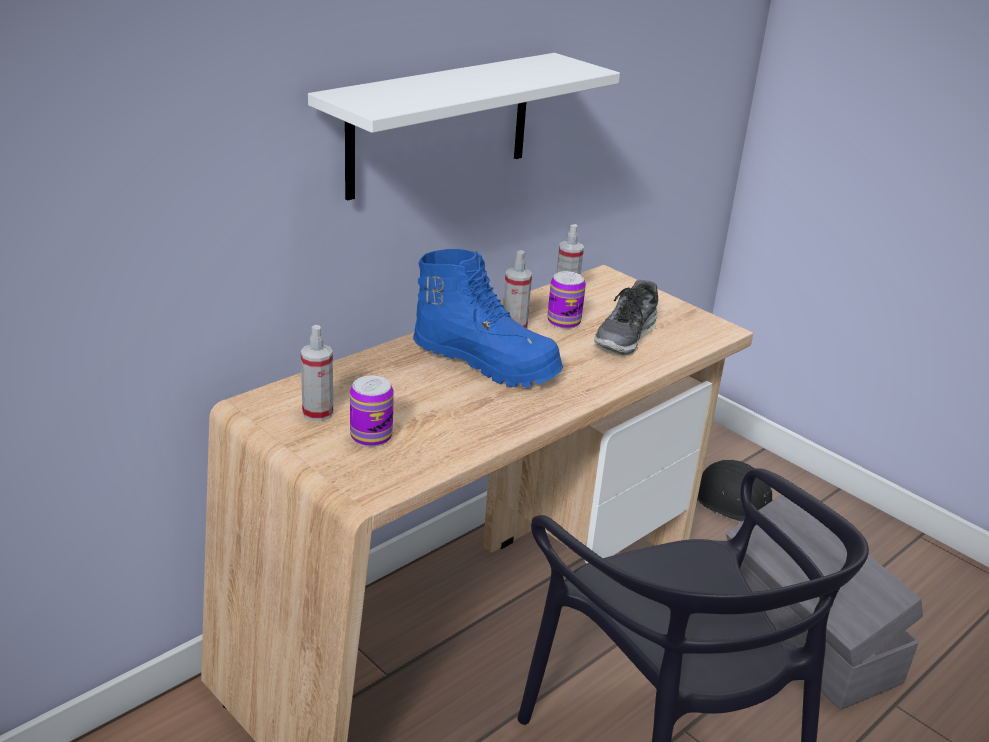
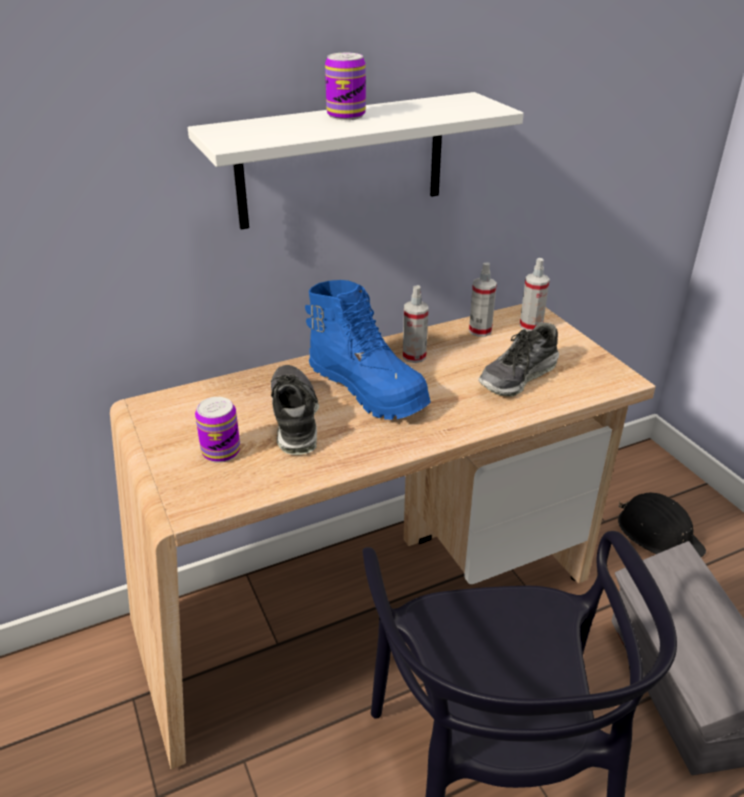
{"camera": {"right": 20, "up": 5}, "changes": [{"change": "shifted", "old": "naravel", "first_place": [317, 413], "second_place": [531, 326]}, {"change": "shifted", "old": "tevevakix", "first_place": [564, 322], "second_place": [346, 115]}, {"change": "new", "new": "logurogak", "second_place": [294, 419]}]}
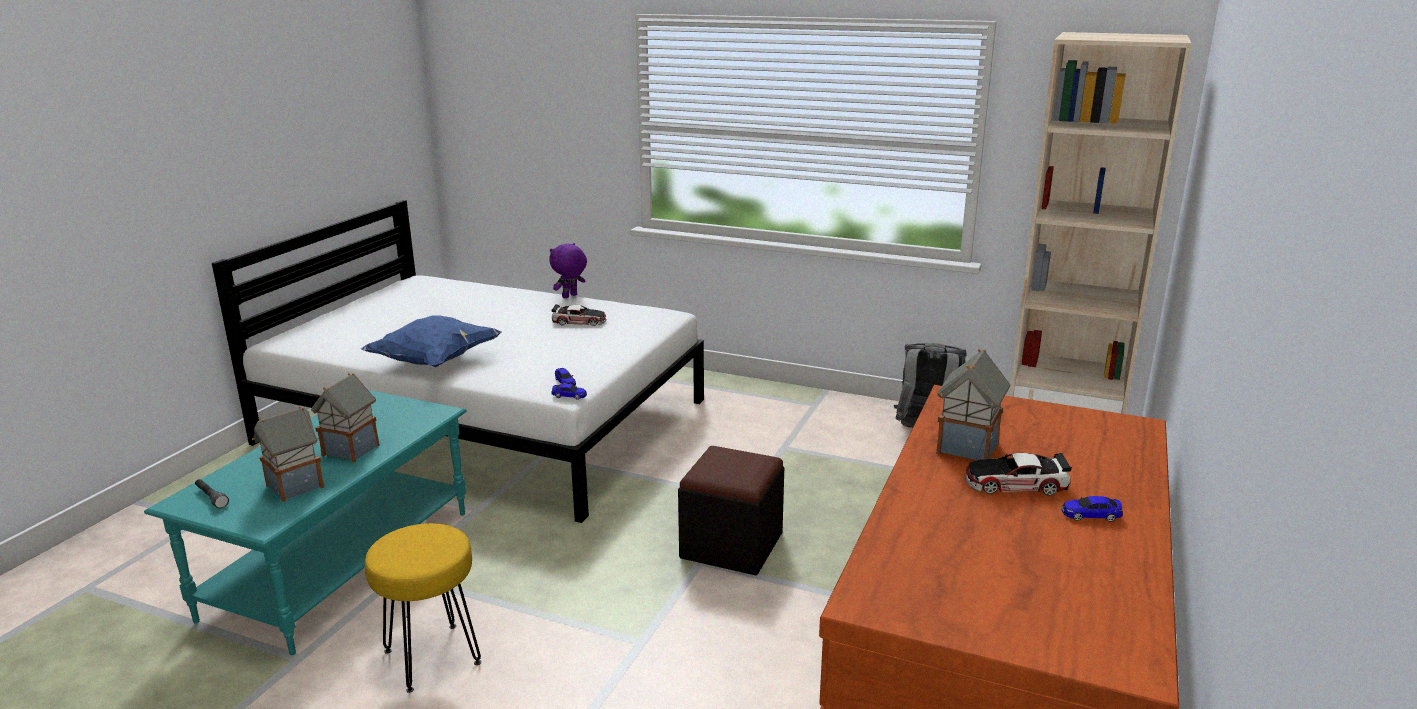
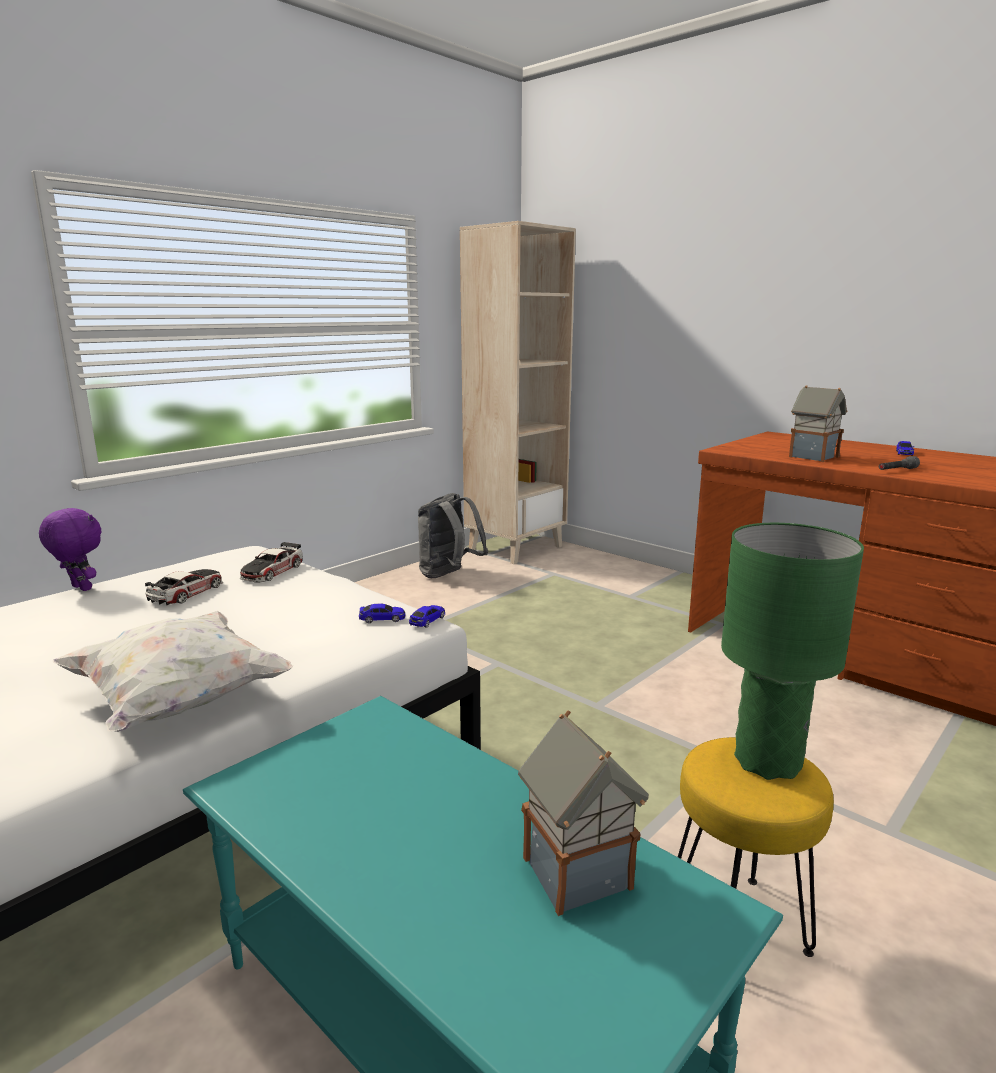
{"camera": {"right": -70, "up": -5}, "changes": [{"change": "shifted", "old": "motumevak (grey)", "first_place": [211, 498], "second_place": [896, 470]}, {"change": "gone", "old": "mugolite", "first_place": [351, 449]}, {"change": "repainted", "old": "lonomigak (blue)", "new": "lonomigak (white)", "first_place": [435, 361], "second_place": [180, 700]}, {"change": "rotated", "old": "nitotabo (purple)", "first_place": [570, 296], "second_place": [80, 588], "degrees": 150}, {"change": "gone", "old": "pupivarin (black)", "first_place": [731, 545]}, {"change": "shifted", "old": "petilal", "first_place": [1015, 483], "second_place": [272, 571]}, {"change": "new", "new": "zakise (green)", "second_place": [768, 762]}]}
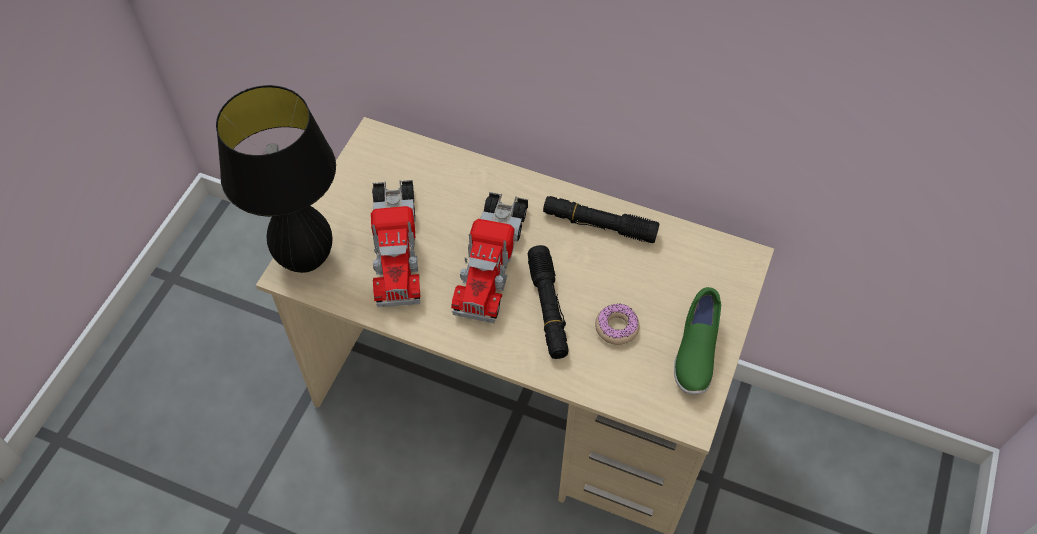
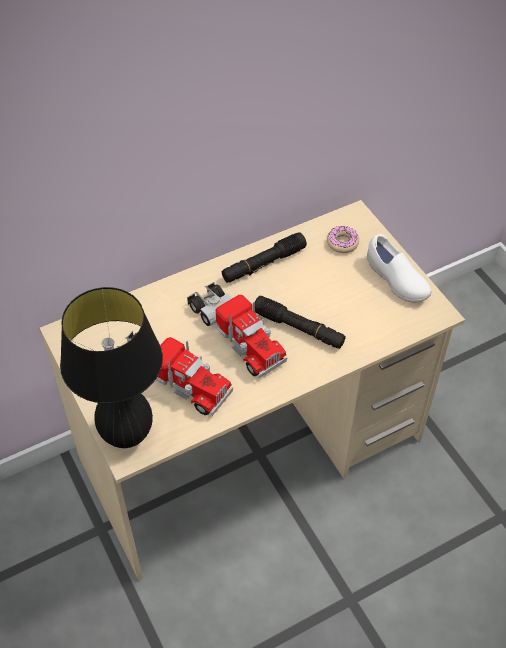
{"camera": {"right": -50, "up": -5}, "changes": [{"change": "shifted", "old": "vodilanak", "first_place": [616, 327], "second_place": [342, 243]}, {"change": "repainted", "old": "logurogak (green)", "new": "logurogak (white)", "first_place": [695, 352], "second_place": [395, 281]}]}
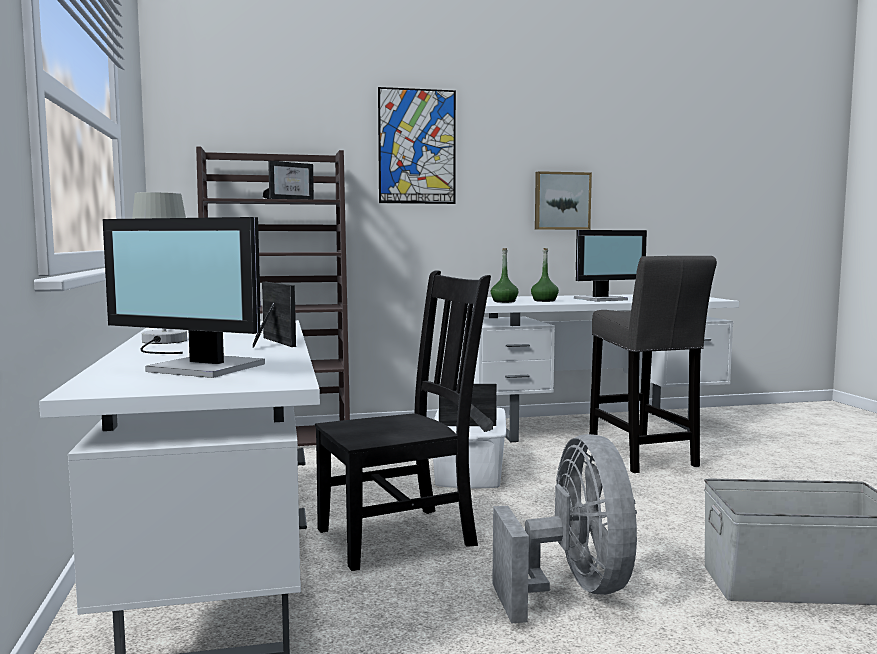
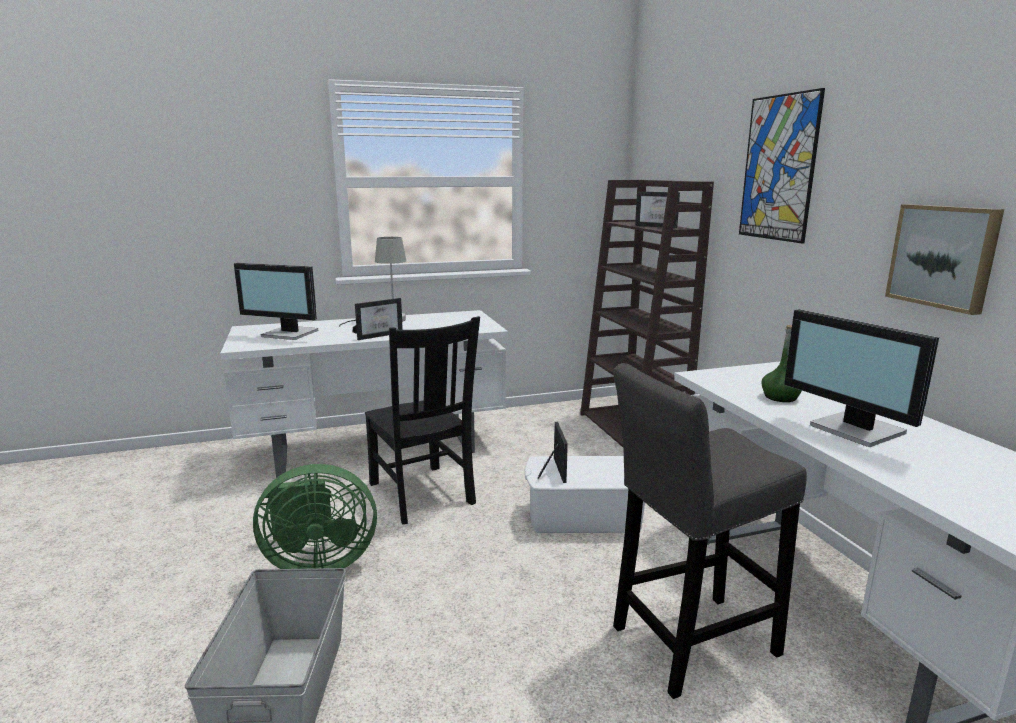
{"camera": {"right": 85, "up": 10}, "changes": [{"change": "rotated", "old": "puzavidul", "first_place": [204, 368], "second_place": [289, 334], "degrees": -90}, {"change": "gone", "old": "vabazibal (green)", "first_place": [504, 301]}, {"change": "repainted", "old": "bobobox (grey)", "new": "bobobox (green)", "first_place": [573, 590], "second_place": [317, 563]}]}
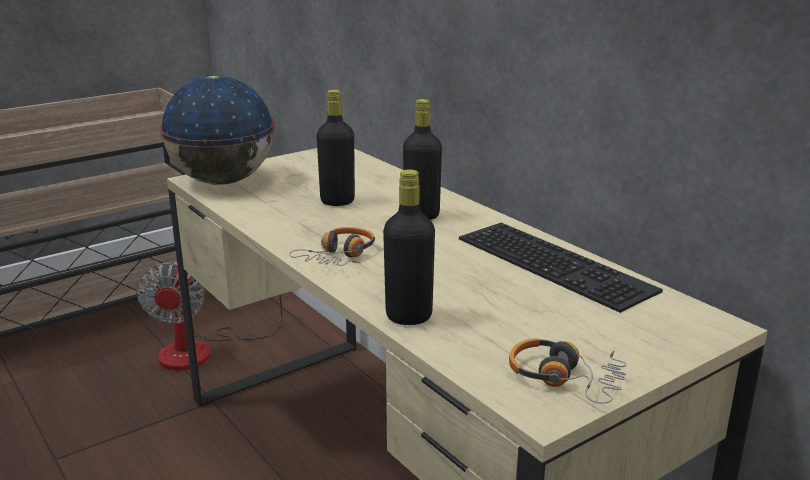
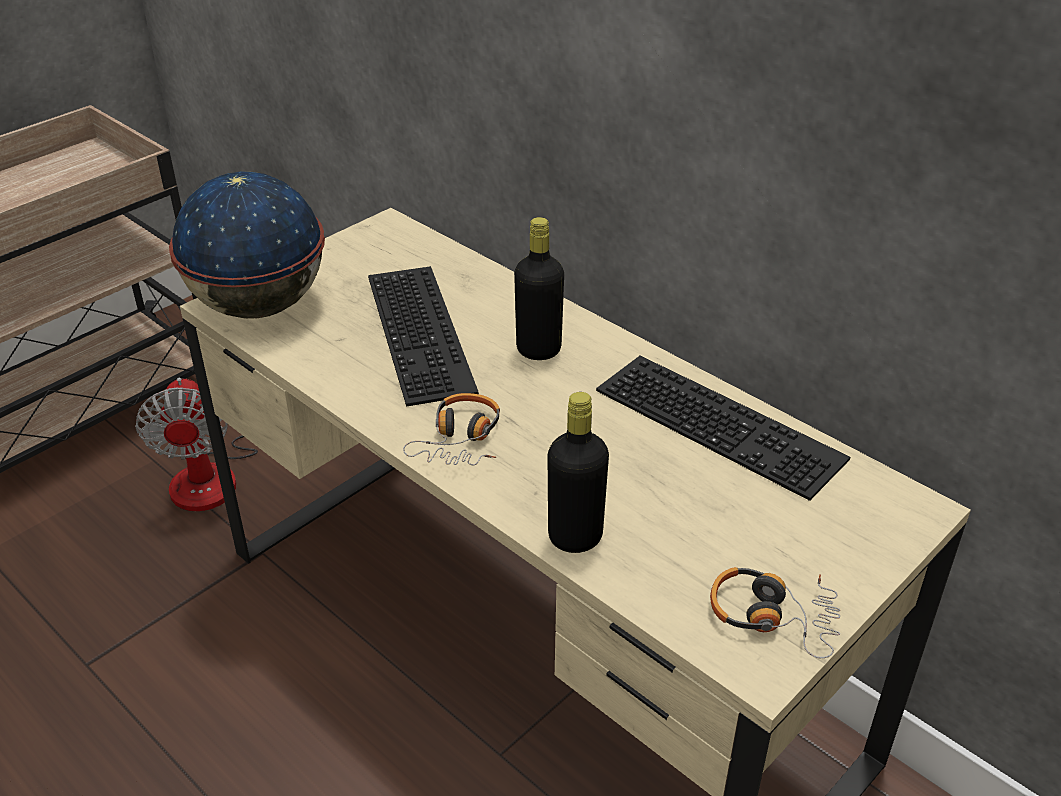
{"camera": {"right": -10, "up": 15}, "changes": [{"change": "swapped", "old": "vabazibal (black)", "new": "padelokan", "first_place": [337, 201], "second_place": [424, 332]}]}
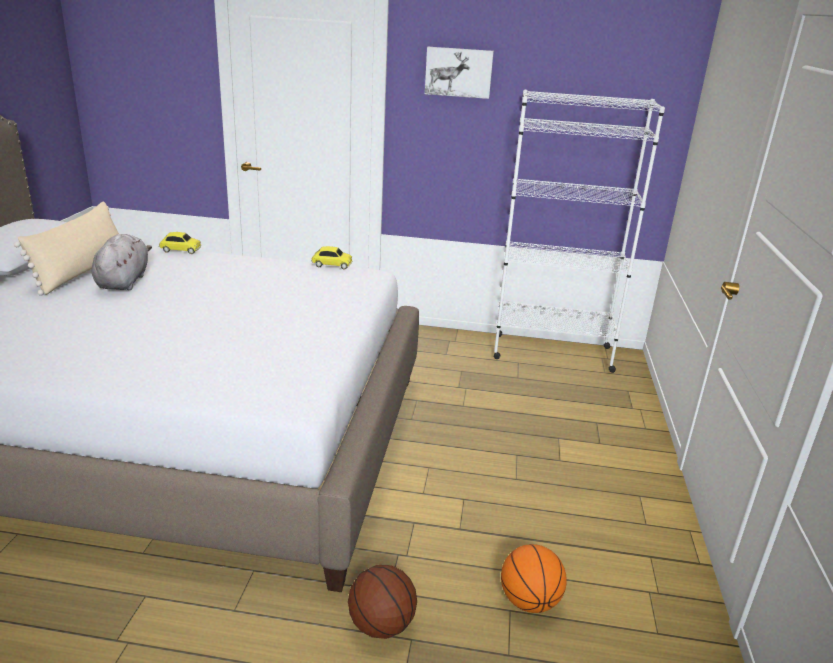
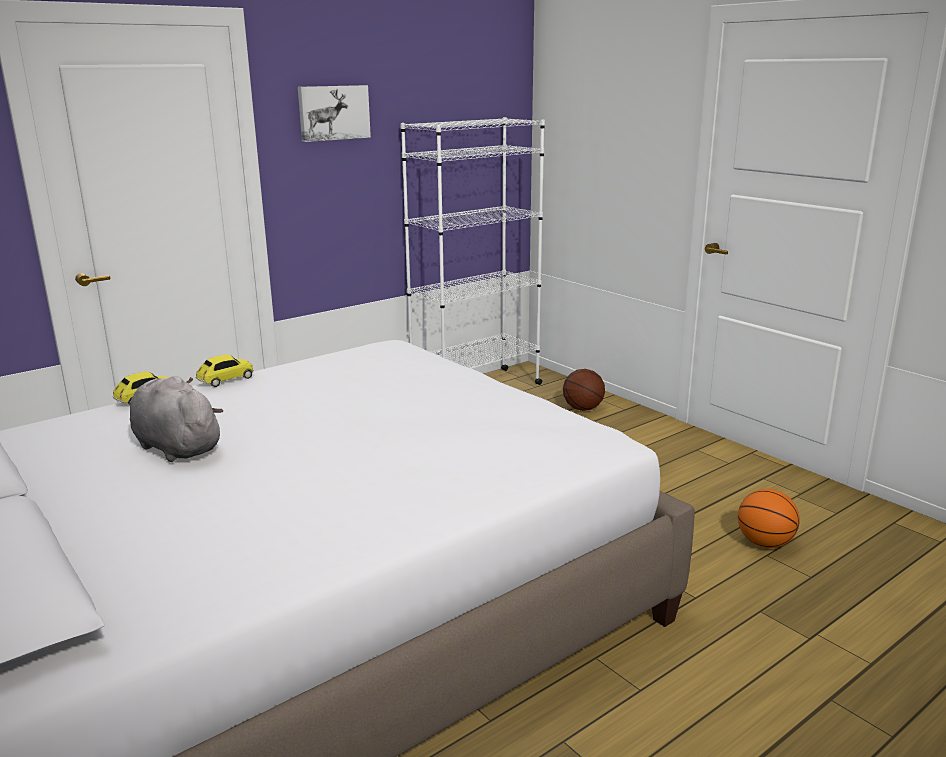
{"camera": {"right": -45, "up": -5}, "changes": [{"change": "gone", "old": "lonomigak (beige)", "first_place": [83, 272]}, {"change": "shifted", "old": "petilal", "first_place": [331, 265], "second_place": [225, 380]}, {"change": "shifted", "old": "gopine", "first_place": [382, 625], "second_place": [583, 408]}]}
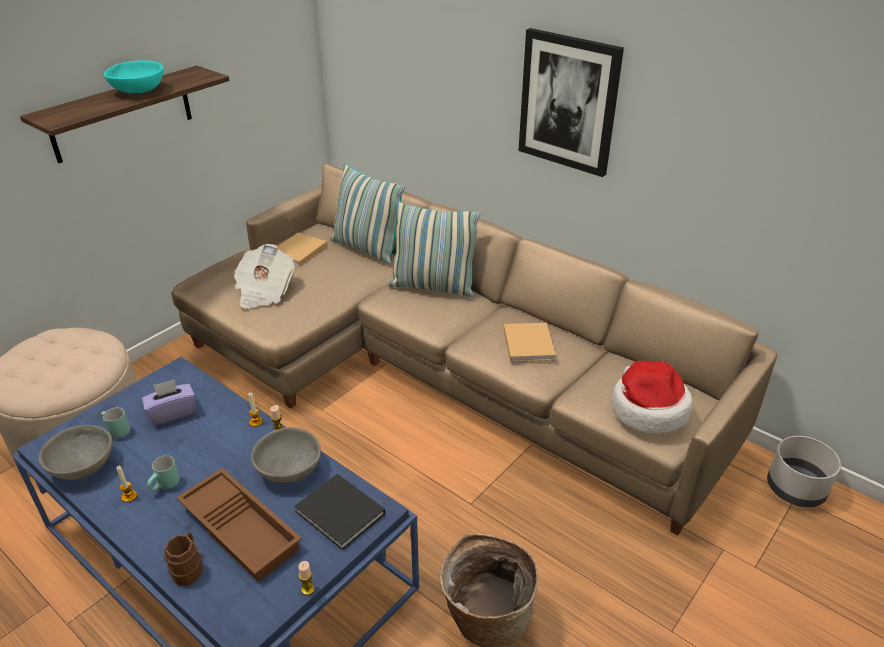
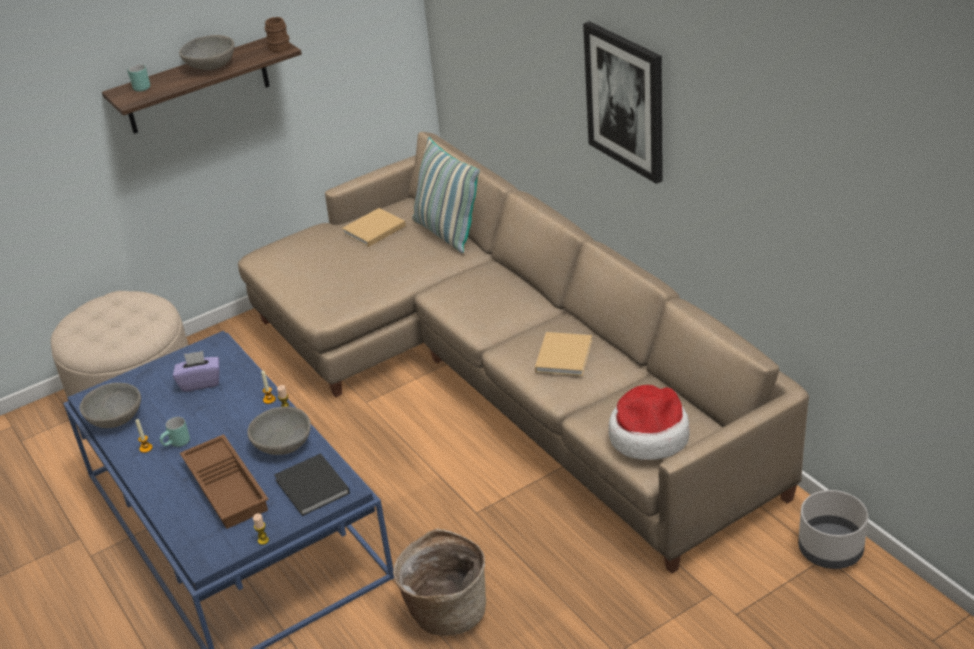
{"camera": {"right": 20, "up": 0}, "changes": [{"change": "shifted", "old": "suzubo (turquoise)", "first_place": [115, 432], "second_place": [138, 88]}, {"change": "repainted", "old": "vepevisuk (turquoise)", "new": "vepevisuk (grey)", "first_place": [138, 91], "second_place": [210, 66]}, {"change": "shifted", "old": "suzubo (brown)", "first_place": [189, 567], "second_place": [281, 46]}, {"change": "gone", "old": "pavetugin", "first_place": [264, 291]}, {"change": "gone", "old": "lonomigak", "first_place": [433, 286]}]}
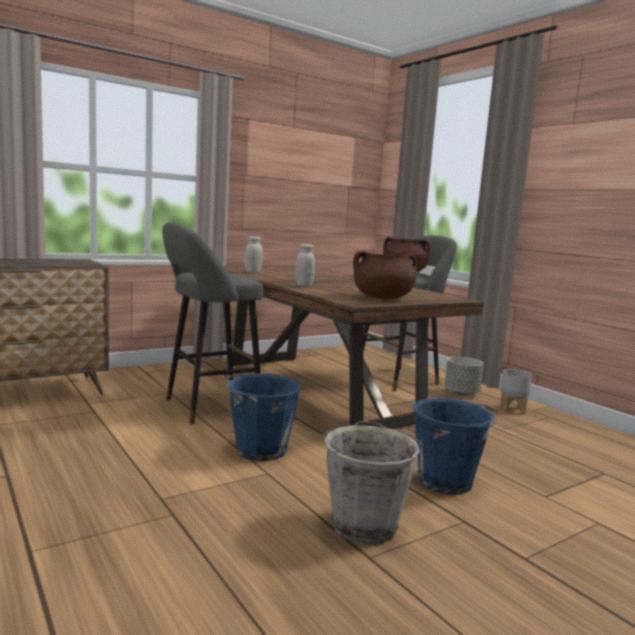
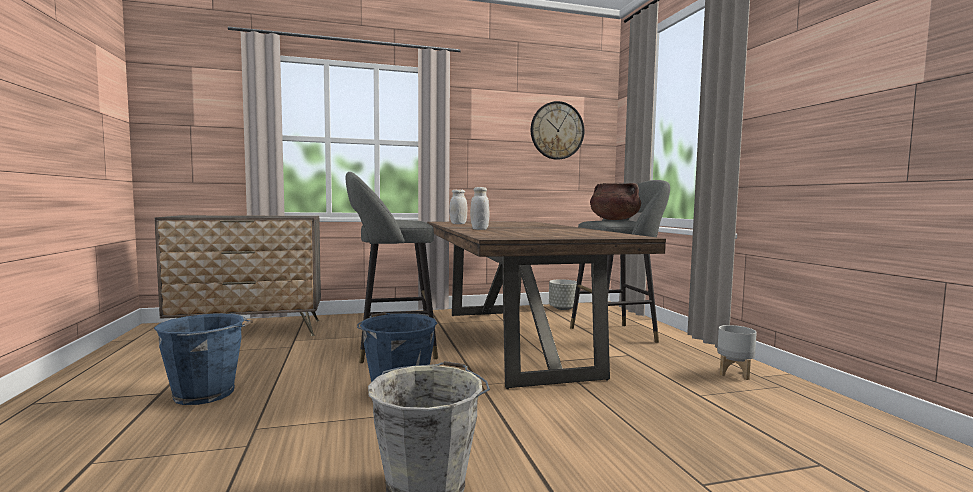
{"camera": {"right": 20, "up": -5}, "changes": [{"change": "gone", "old": "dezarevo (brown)", "first_place": [382, 298]}, {"change": "shifted", "old": "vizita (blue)", "first_place": [447, 481], "second_place": [207, 394]}, {"change": "shifted", "old": "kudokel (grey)", "first_place": [462, 393], "second_place": [563, 308]}, {"change": "new", "new": "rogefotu", "second_place": [557, 130]}]}
